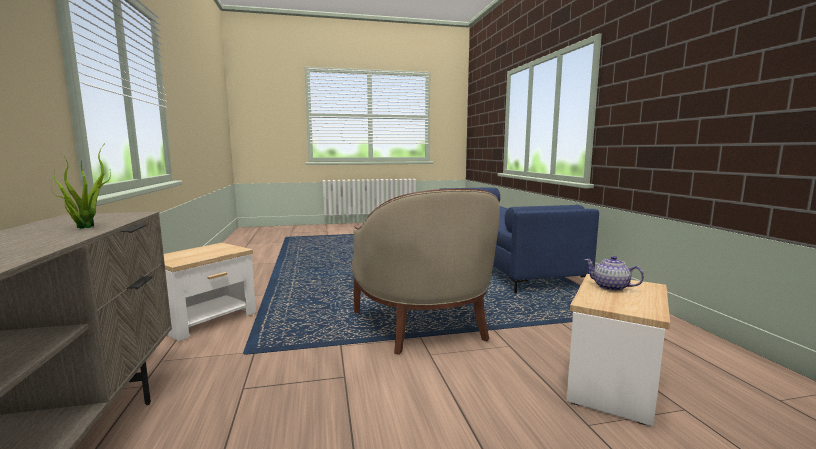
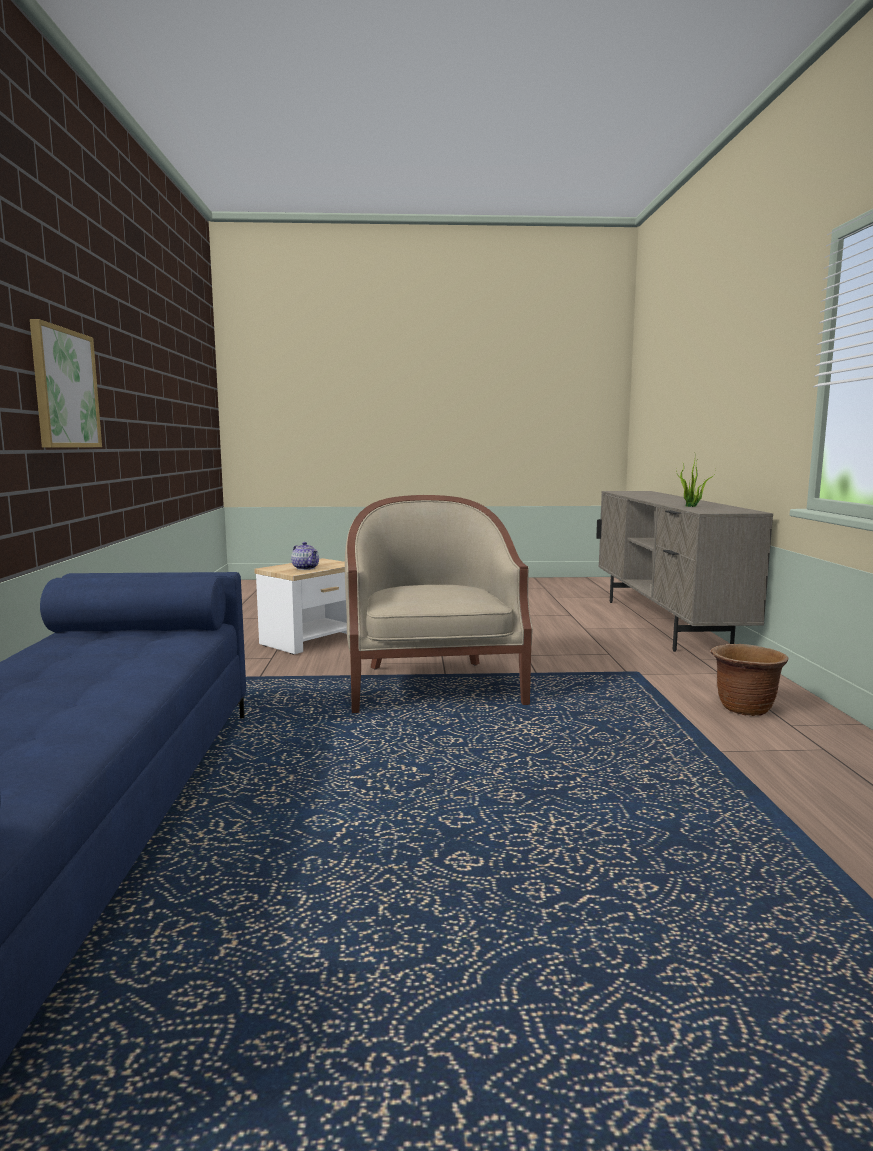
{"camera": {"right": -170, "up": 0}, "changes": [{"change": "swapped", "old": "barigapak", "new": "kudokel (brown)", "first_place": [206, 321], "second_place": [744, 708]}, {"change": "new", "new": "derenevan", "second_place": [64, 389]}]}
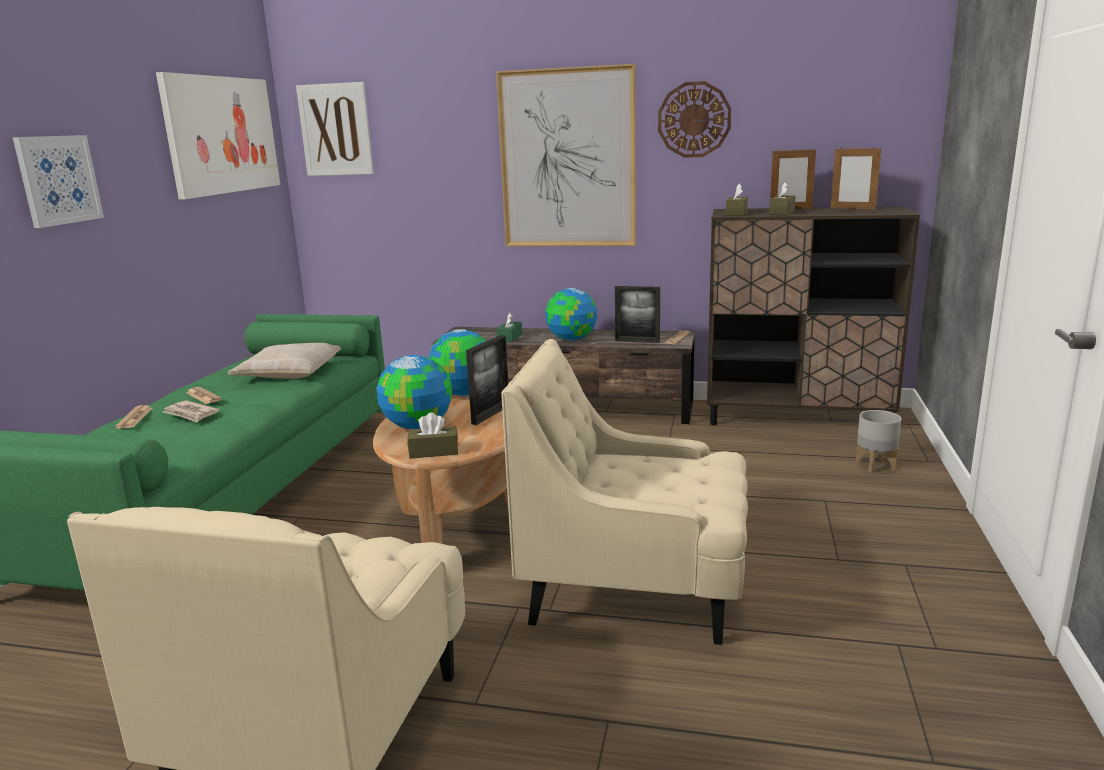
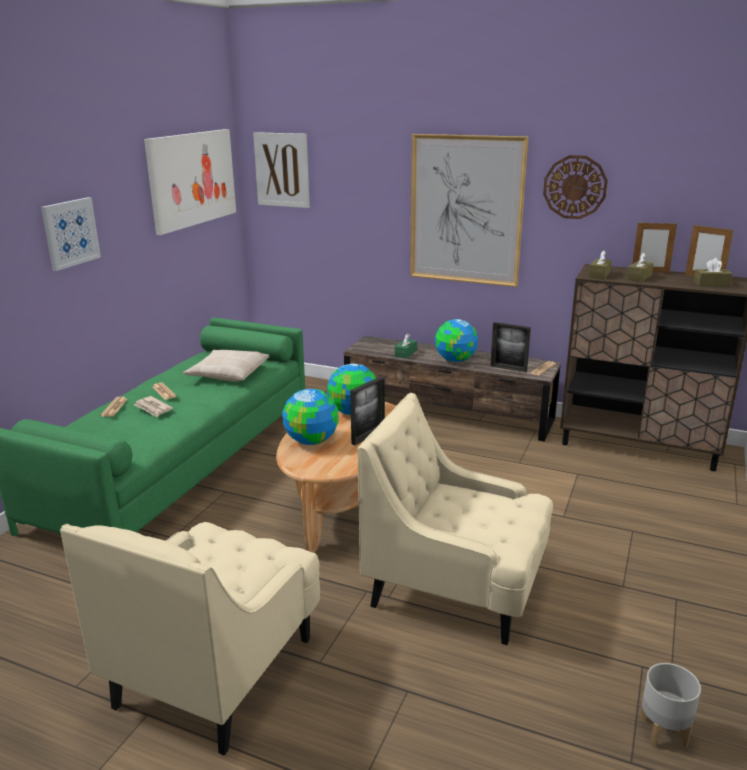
{"camera": {"right": 10, "up": 5}, "changes": [{"change": "shifted", "old": "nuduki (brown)", "first_place": [433, 451], "second_place": [711, 284]}, {"change": "shifted", "old": "kudokel (grey)", "first_place": [874, 465], "second_place": [662, 732]}]}
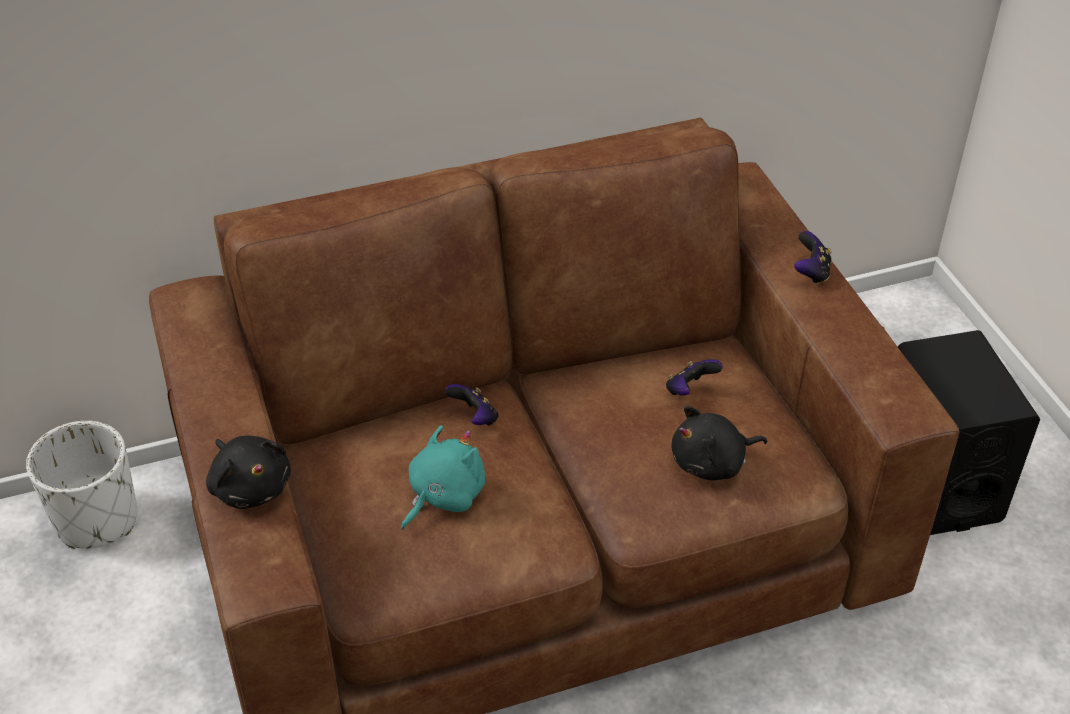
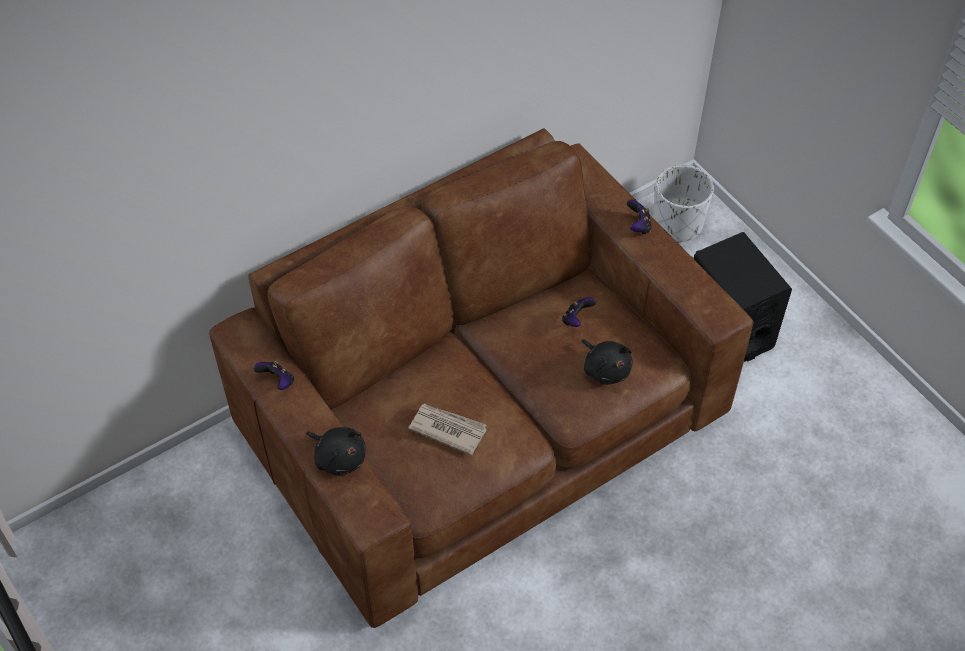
{"camera": {"right": -15, "up": 10}, "changes": [{"change": "shifted", "old": "kudokel (white)", "first_place": [97, 519], "second_place": [677, 224]}, {"change": "swapped", "old": "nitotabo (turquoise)", "new": "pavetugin", "first_place": [443, 496], "second_place": [447, 429]}, {"change": "shifted", "old": "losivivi", "first_place": [474, 418], "second_place": [277, 382]}, {"change": "rotated", "old": "nitotabo (black)", "first_place": [712, 463], "second_place": [605, 369], "degrees": -90}]}
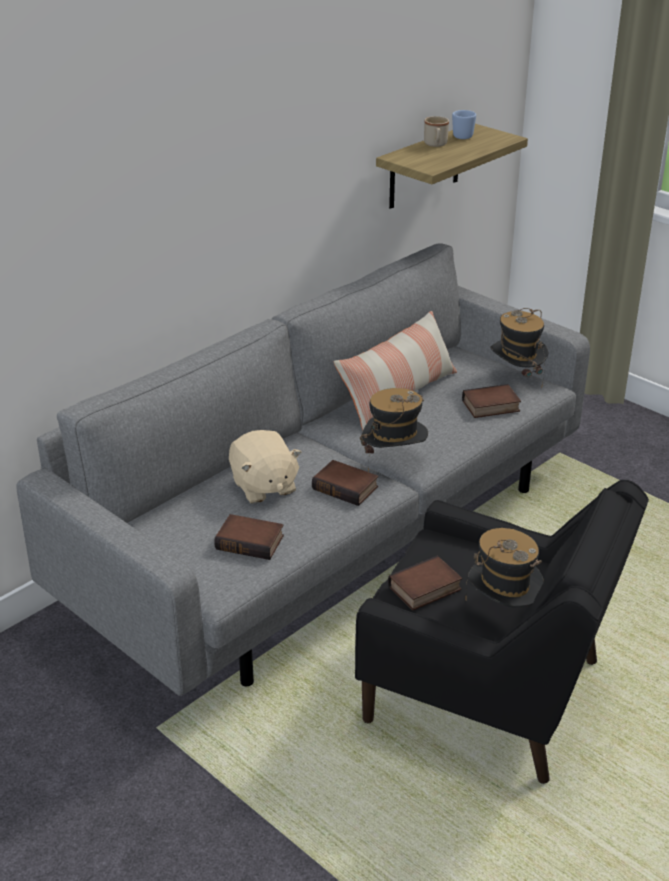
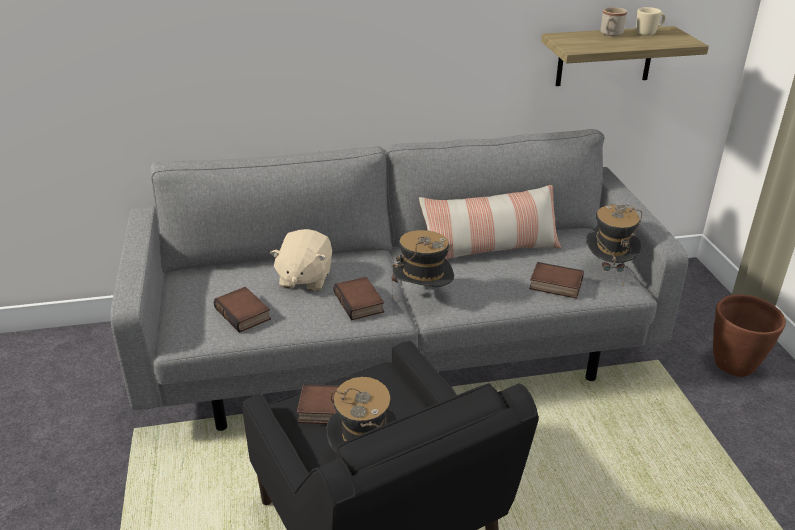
{"camera": {"right": 35, "up": 0}, "changes": [{"change": "repainted", "old": "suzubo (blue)", "new": "suzubo (beige)", "first_place": [465, 136], "second_place": [649, 33]}, {"change": "new", "new": "kudokel (brown)", "second_place": [735, 366]}]}
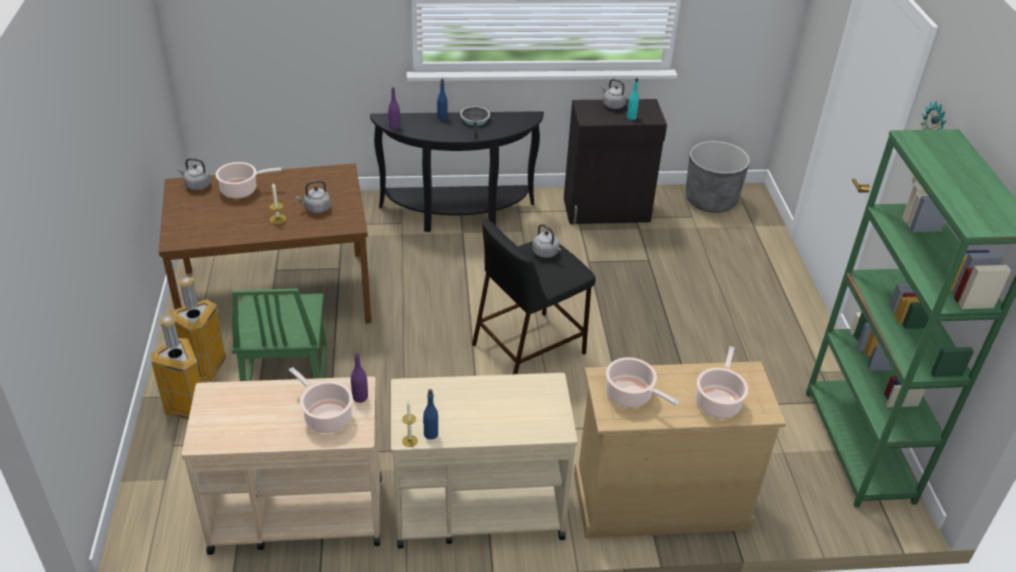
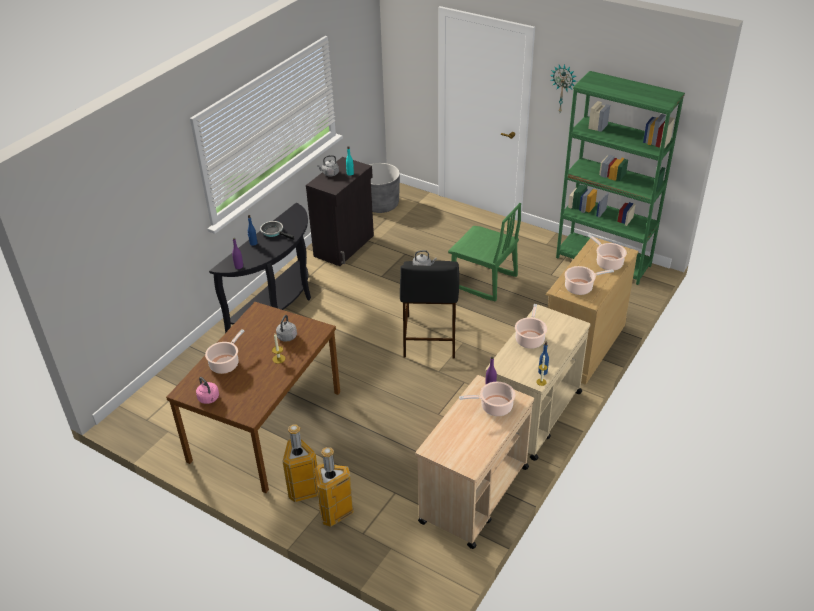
{"camera": {"right": -50, "up": 0}, "changes": [{"change": "gone", "old": "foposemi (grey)", "first_place": [197, 185]}, {"change": "shifted", "old": "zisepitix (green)", "first_place": [285, 376], "second_place": [483, 282]}, {"change": "new", "new": "foposemi (pink)", "second_place": [209, 399]}, {"change": "new", "new": "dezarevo", "second_place": [530, 339]}]}
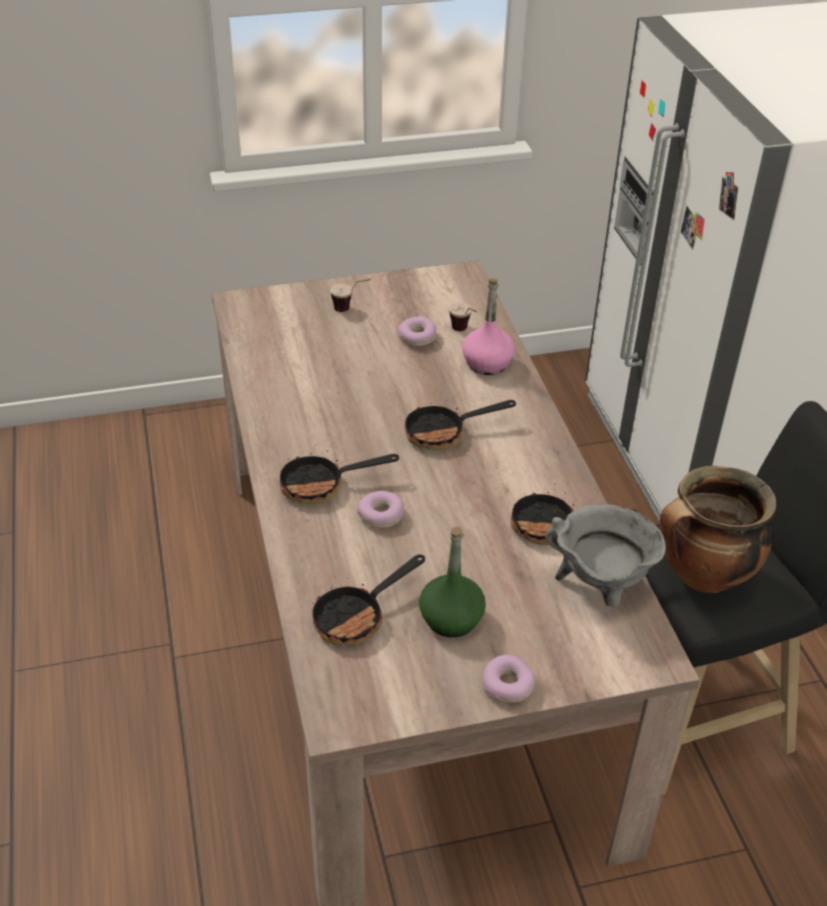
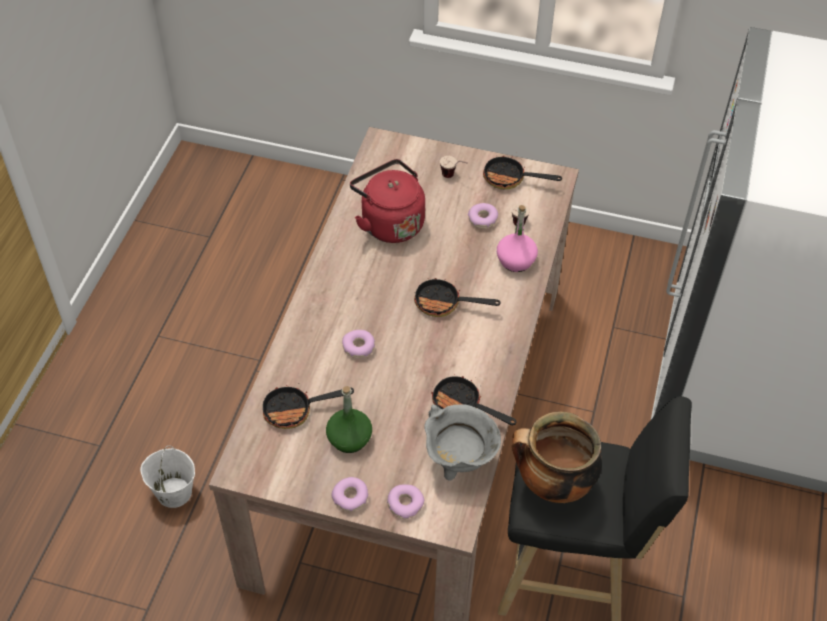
{"camera": {"right": 30, "up": 10}, "changes": [{"change": "shifted", "old": "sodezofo", "first_place": [322, 485], "second_place": [510, 179]}, {"change": "new", "new": "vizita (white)", "second_place": [173, 492]}, {"change": "new", "new": "foposemi (red)", "second_place": [389, 222]}, {"change": "new", "new": "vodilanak", "second_place": [405, 504]}]}
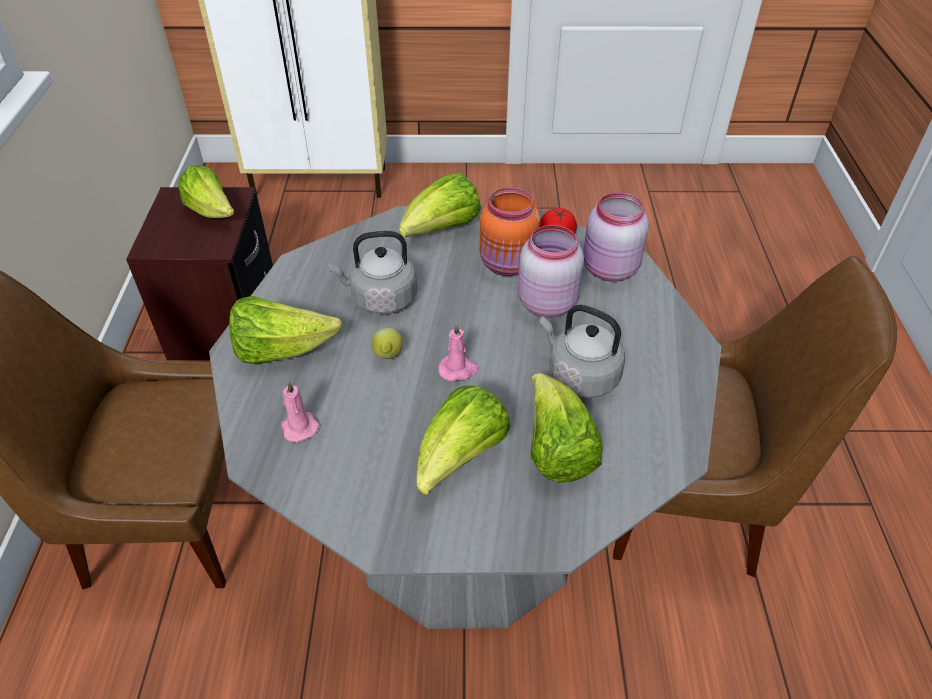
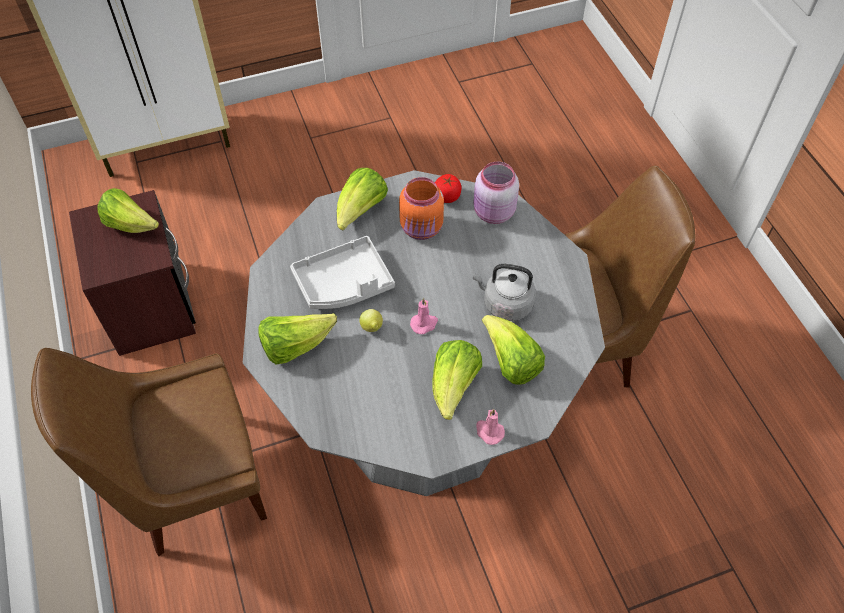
{"camera": {"right": -20, "up": 10}, "changes": [{"change": "shifted", "old": "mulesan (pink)", "first_place": [299, 426], "second_place": [489, 431]}, {"change": "swapped", "old": "foposemi (grey)", "new": "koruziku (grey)", "first_place": [380, 299], "second_place": [344, 284]}, {"change": "gone", "old": "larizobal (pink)", "first_place": [545, 302]}]}
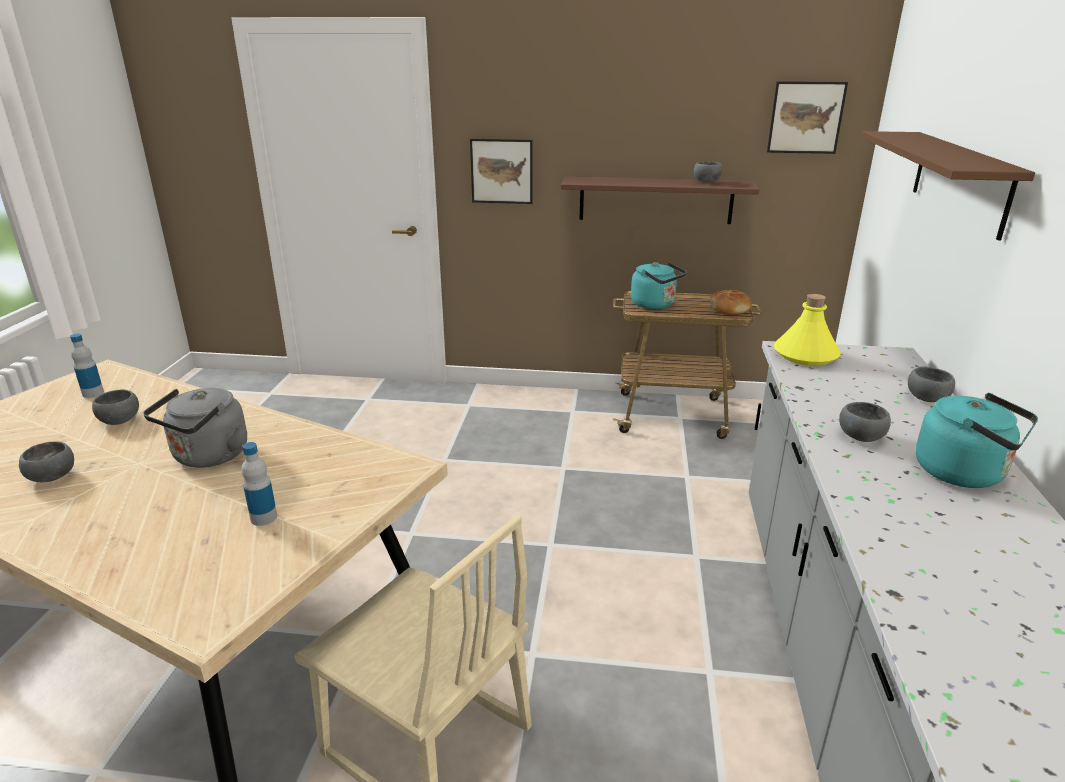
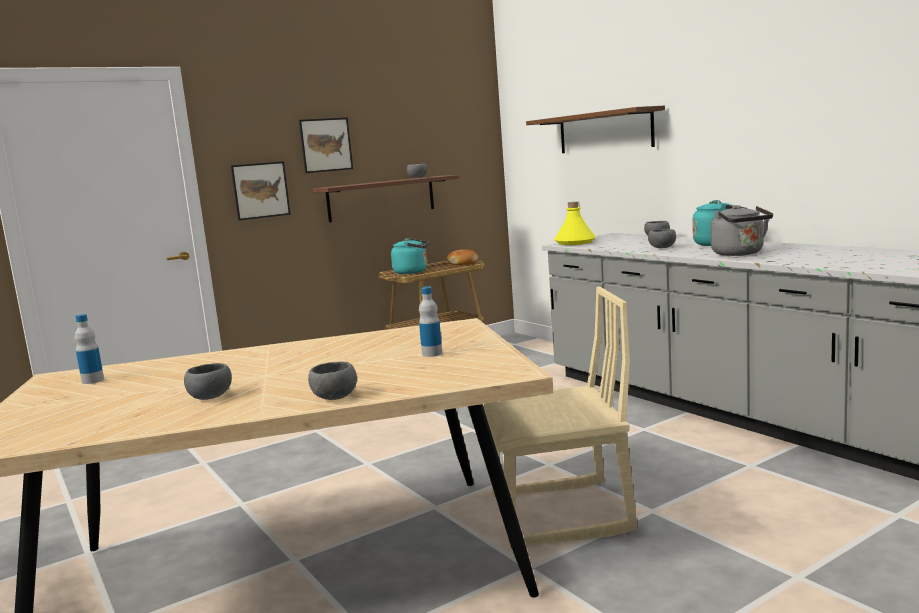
{"camera": {"right": -40, "up": -15}, "changes": [{"change": "shifted", "old": "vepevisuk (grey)", "first_place": [120, 420], "second_place": [333, 397]}, {"change": "shifted", "old": "foposemi (grey)", "first_place": [208, 457], "second_place": [740, 254]}, {"change": "shifted", "old": "derenevan", "first_place": [806, 117], "second_place": [326, 145]}]}
